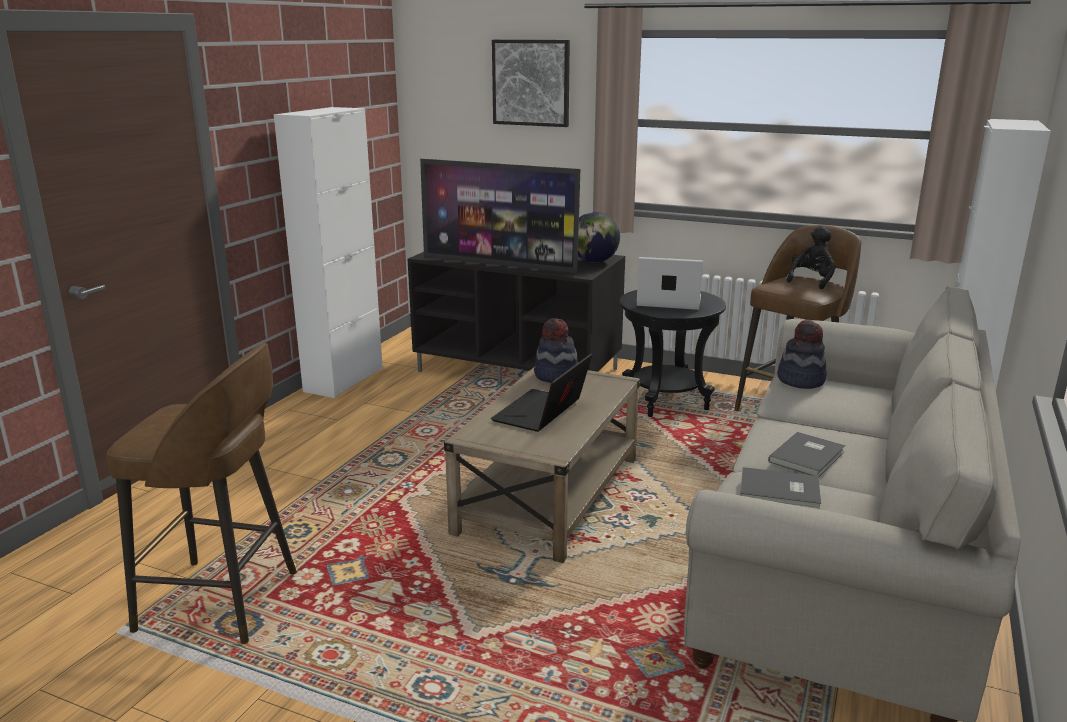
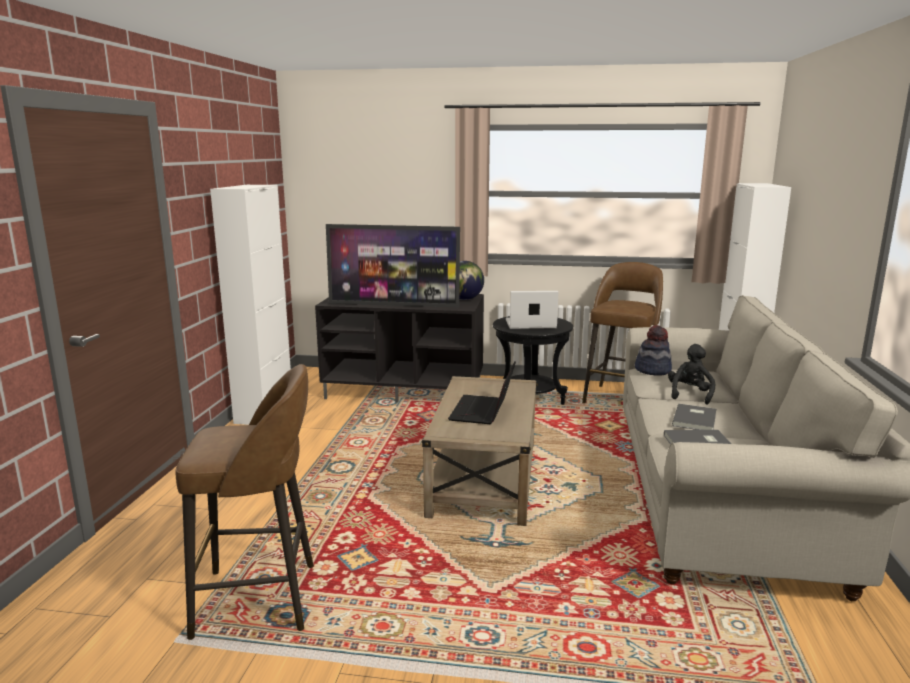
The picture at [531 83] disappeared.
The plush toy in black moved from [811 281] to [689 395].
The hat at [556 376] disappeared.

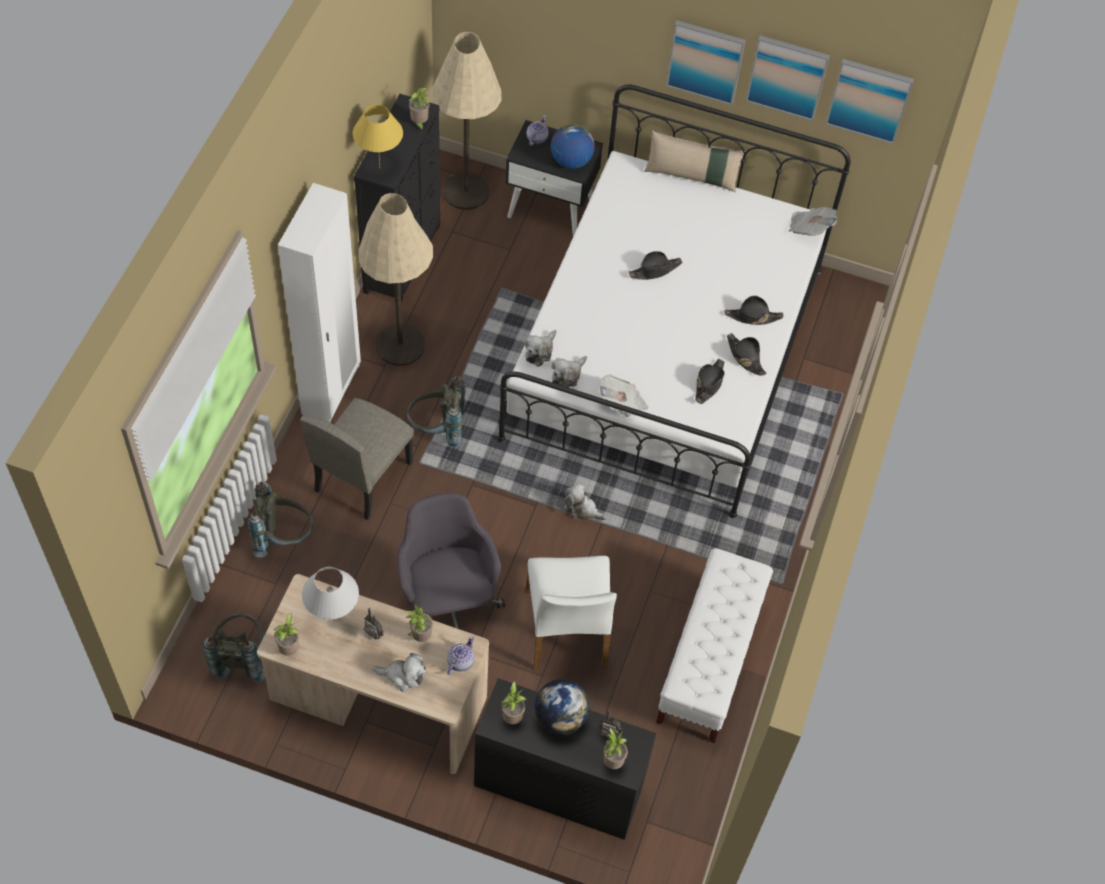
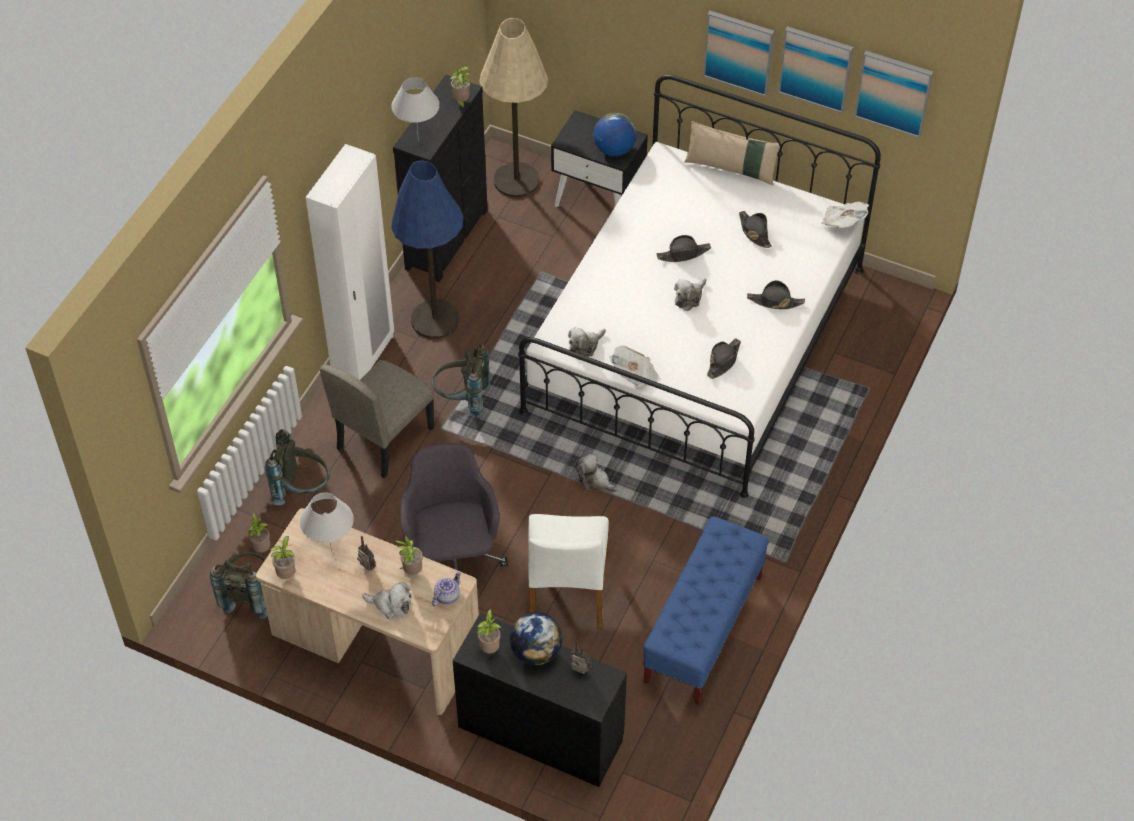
The table lamp in yellow at [379 168] became the table lamp in white at [418 141].
The teapot at [536 138] disappeared.
The floor lamp in beige at [400 345] became the floor lamp in blue at [435 320].
The plush toy moved from [540 351] to [689 297].
The hat in black moved from [745 357] to [754 232].
The bench in white at [709 662] became the bench in blue at [703 630].
The potted plant moved from [612 761] to [262 548].

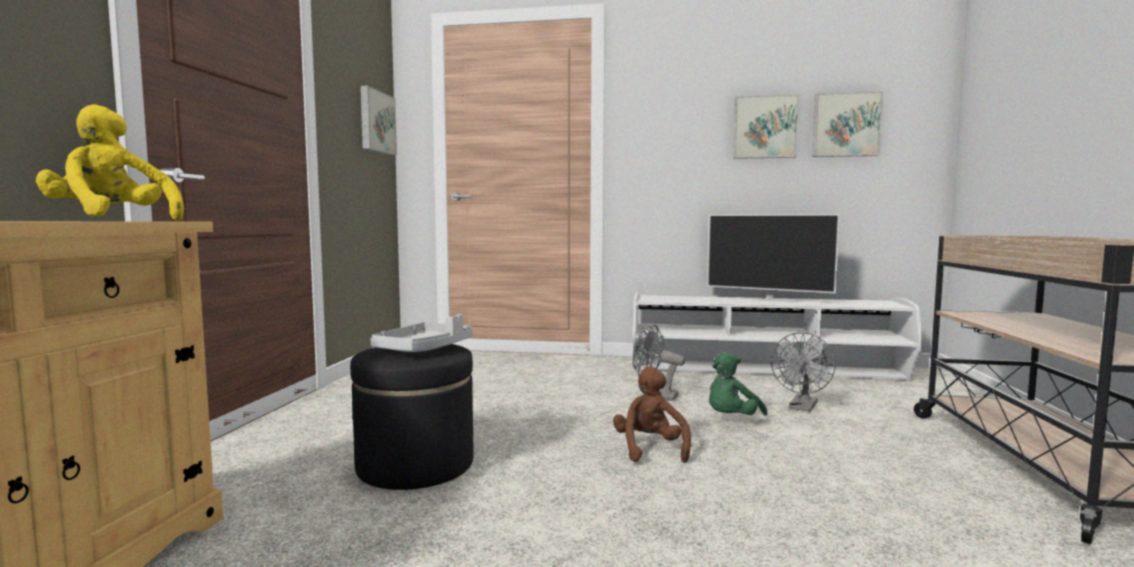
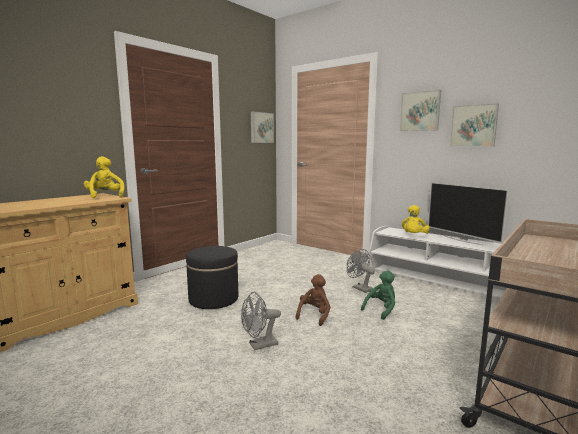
The picture moved from [845 125] to [420 111].
The tray in grey at [424 349] disappeared.
The fan in grey moved from [802 407] to [259 345].
The plush toy in green at [731 419] turned 150 degrees clockwise.
The plush toy in yellow at [414 236] appeared.

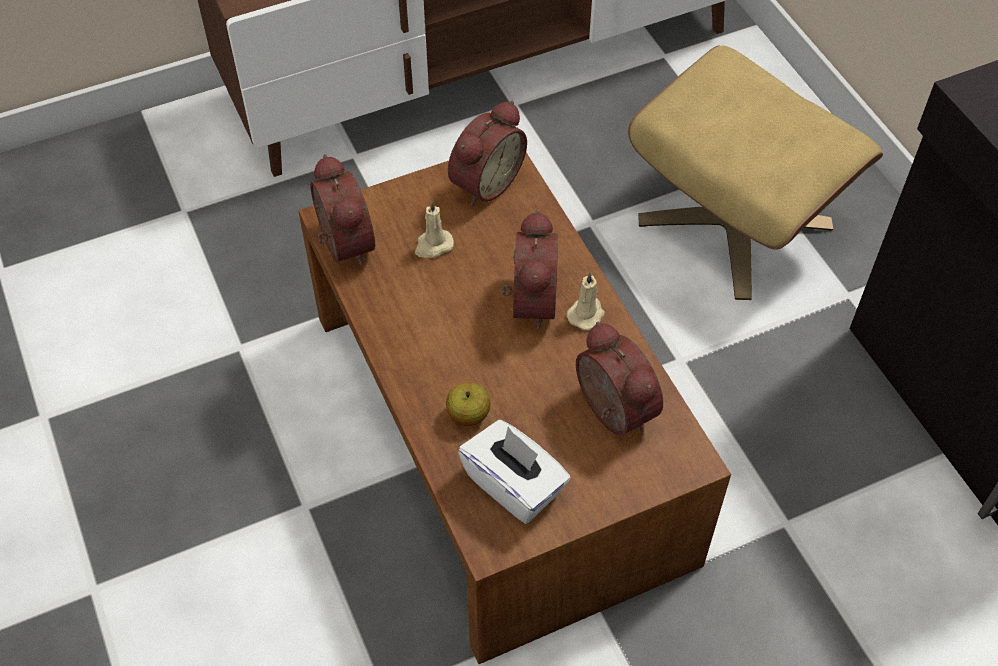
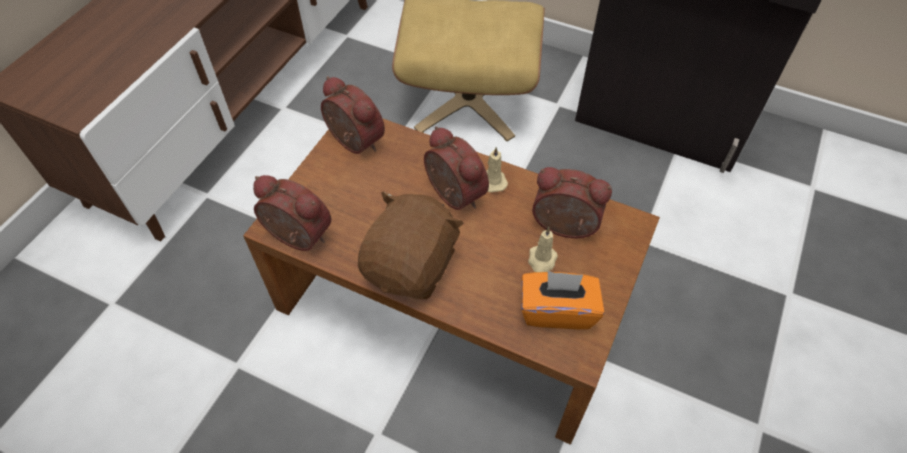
The alarm clock at [483 182] turned 45 degrees counterclockwise.
The candle in beige moved from [433 245] to [541 261].
The apple at [468 415] disappeared.
The tissue box in white at [514 485] became the tissue box in orange at [557 310].
The plush toy in brown at [412 265] appeared.

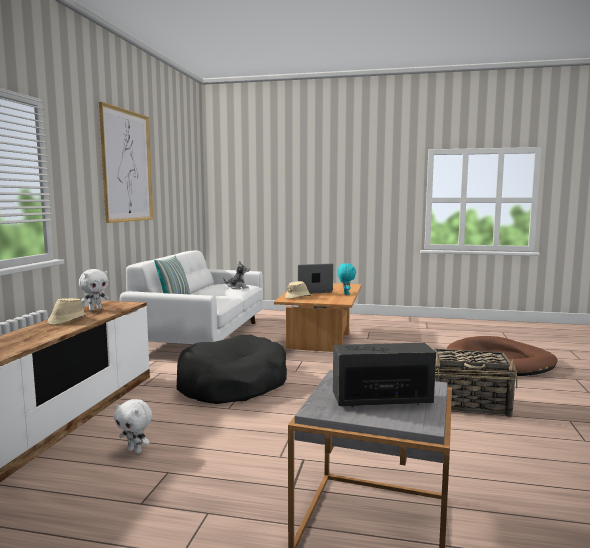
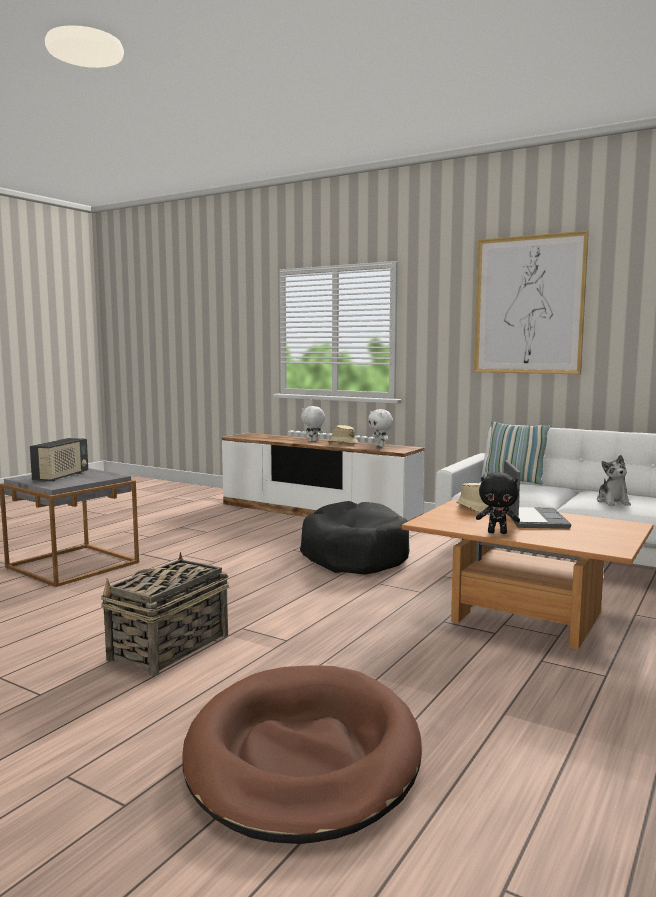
The plush toy in turquoise at [346 294] became the plush toy in black at [497 532].
The plush toy in white moved from [135 451] to [313 441].

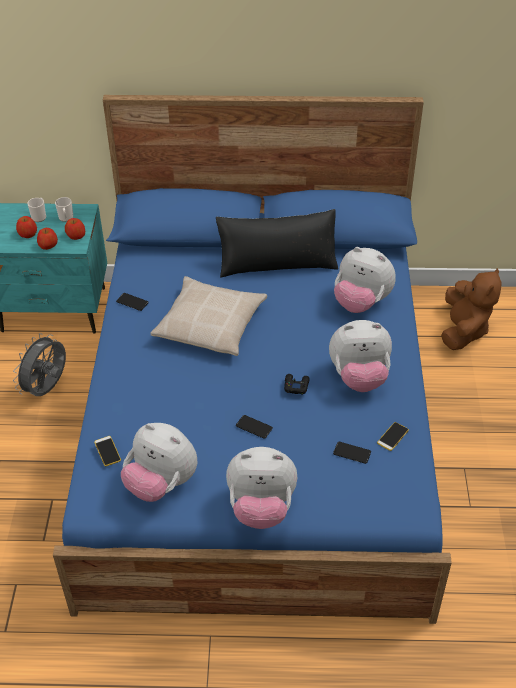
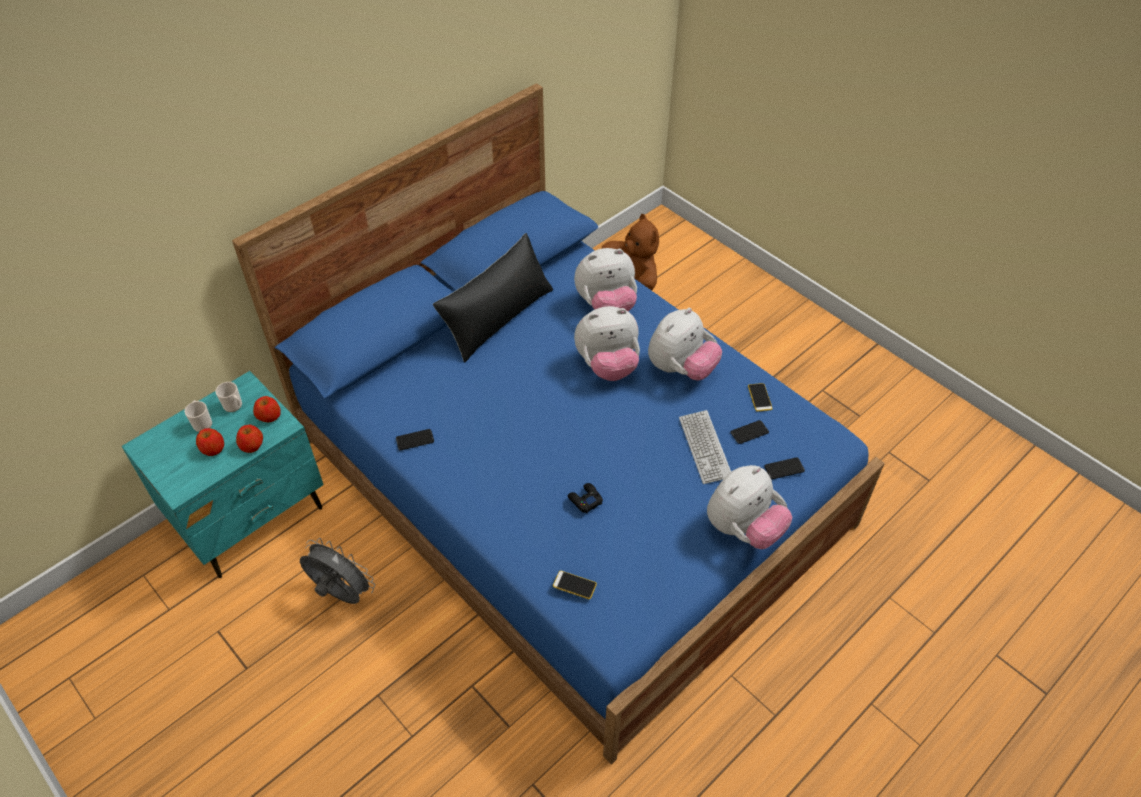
The pillow in beige at [210 324] disappeared.
The fan in grey at [48 389] turned 135 degrees clockwise.
The game controller in black moved from [296 386] to [585 500].
The phone moved from [254 427] to [784 469].
The plush toy moved from [161 483] to [607 365].
The keyboard at [704 447] appeared.

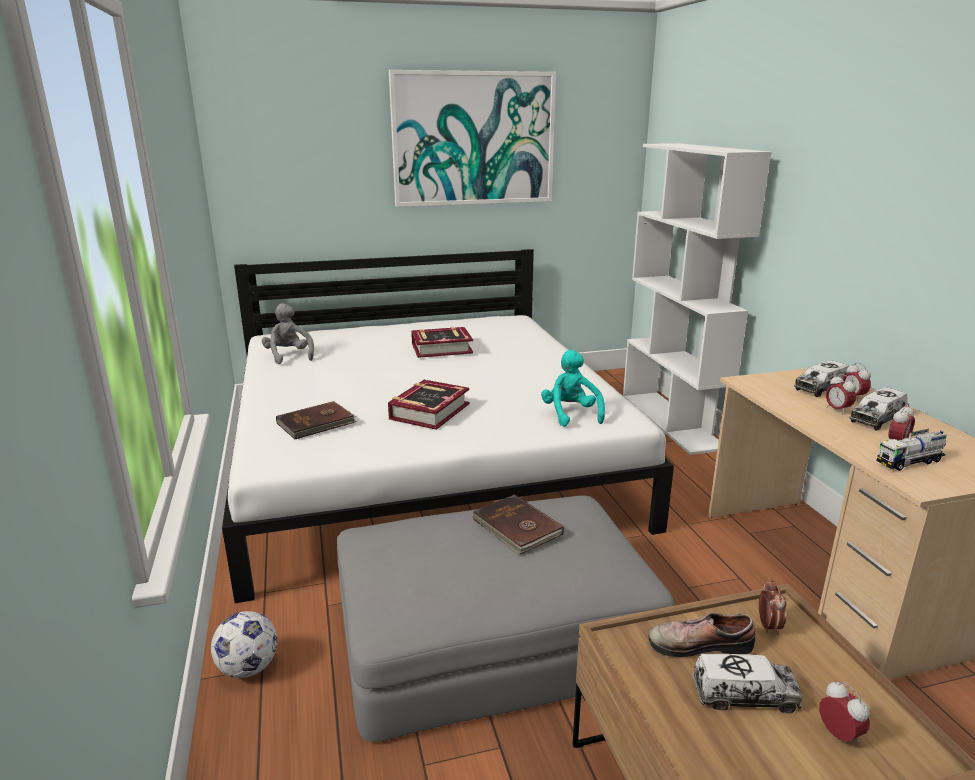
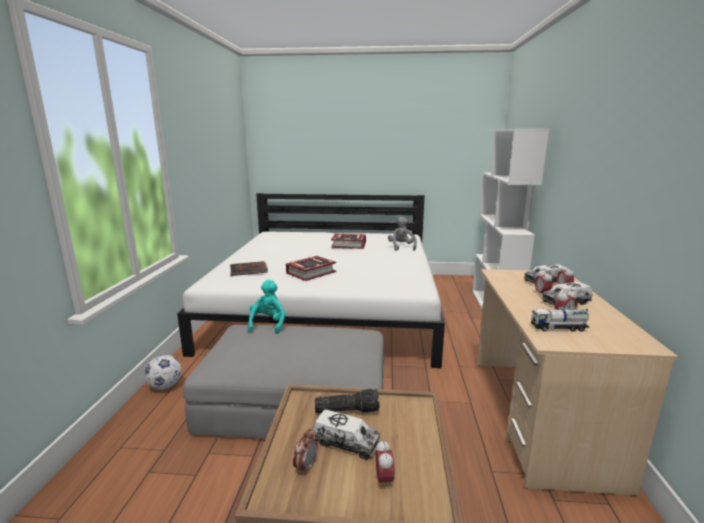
The picture at [473 139] disappeared.
The plush toy in grey moved from [289 356] to [401 247].
The plush toy in turquoise moved from [571 414] to [268 324].
The book in brown at [516 528] disappeared.
The alarm clock moved from [768 626] to [306 467].
The shoe at [698 643] was replaced by the flashlight at [347 410].

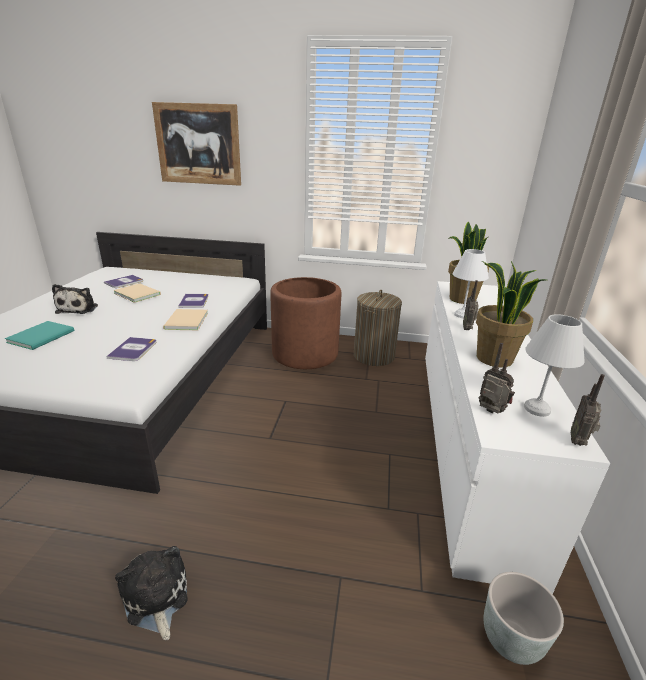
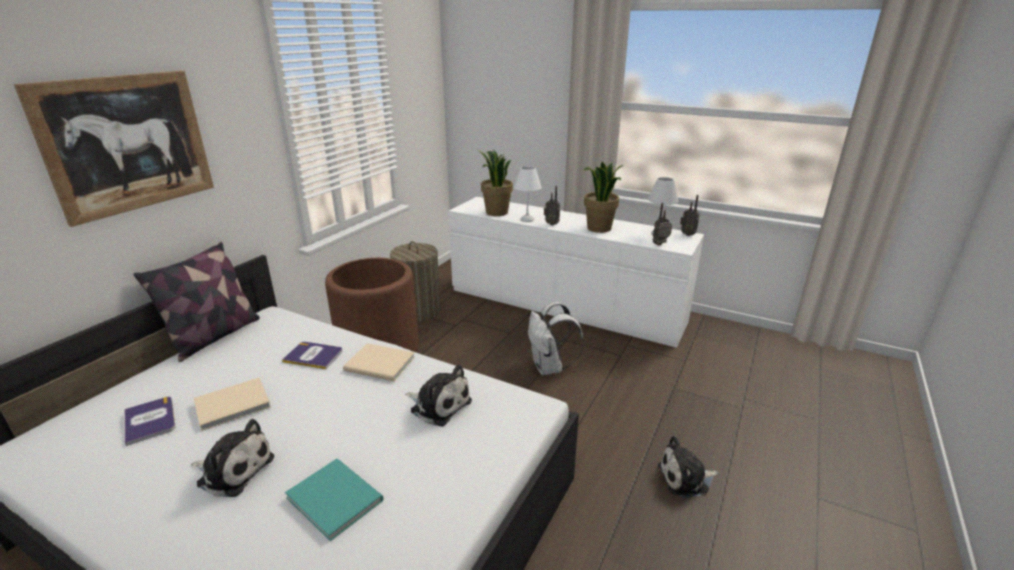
The book at [133 350] was replaced by the plush toy at [438 405].
The planter in grey at [511 640] disappeared.
The pillow at [214 336] appeared.
The backpack in white at [549 368] appeared.

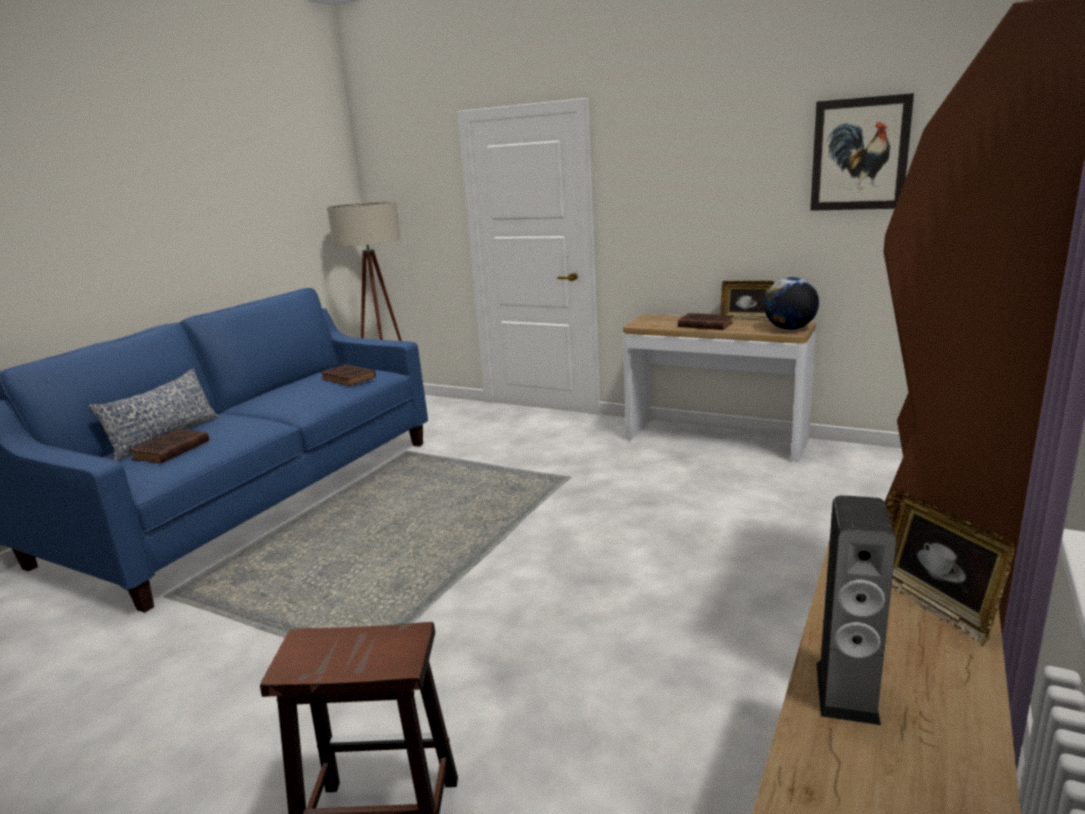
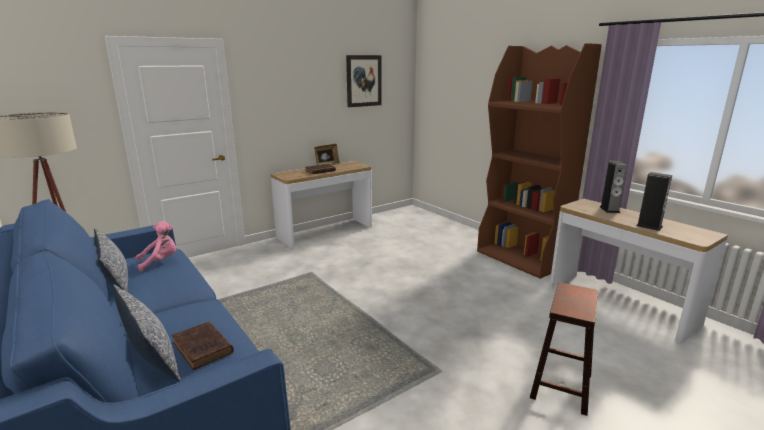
The globe at [789 329] disappeared.
The book in brown at [349 378] was replaced by the plush toy in pink at [160 262].
The picture frame at [932 605] was replaced by the speaker at [609 209].
The pillow at [115 279] appeared.

